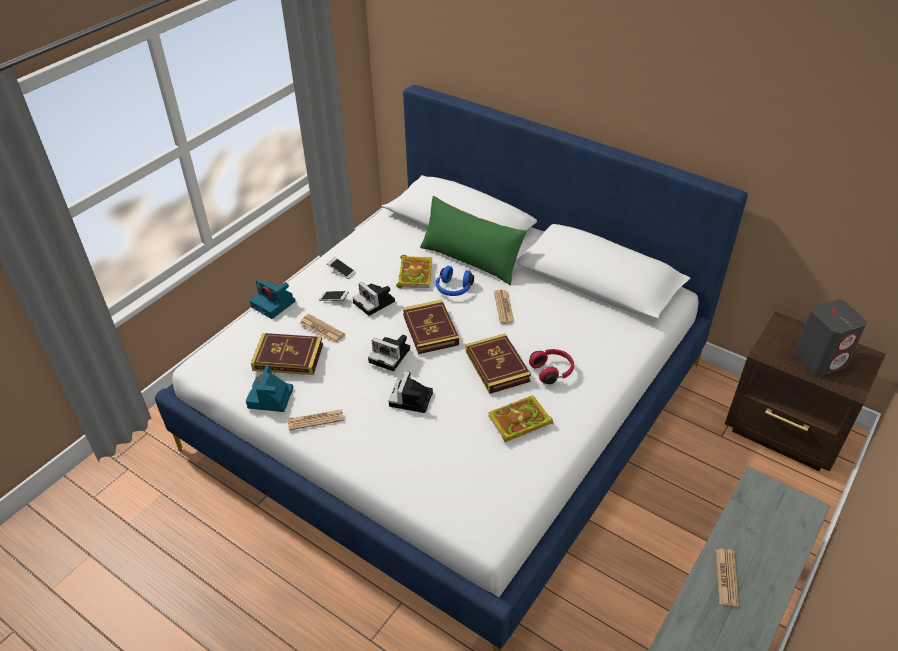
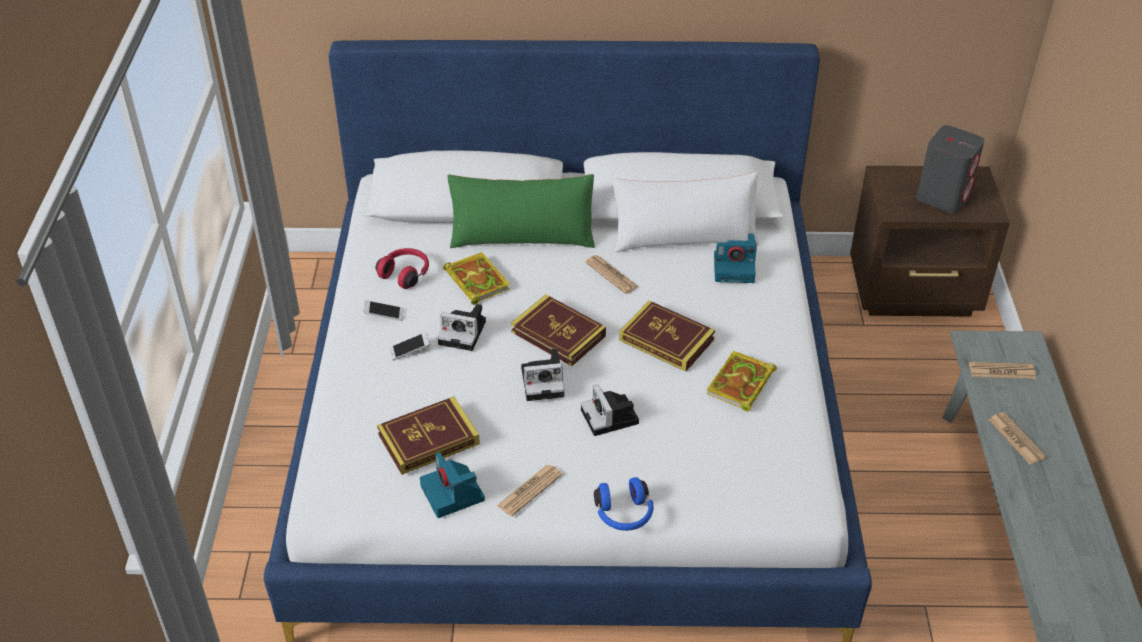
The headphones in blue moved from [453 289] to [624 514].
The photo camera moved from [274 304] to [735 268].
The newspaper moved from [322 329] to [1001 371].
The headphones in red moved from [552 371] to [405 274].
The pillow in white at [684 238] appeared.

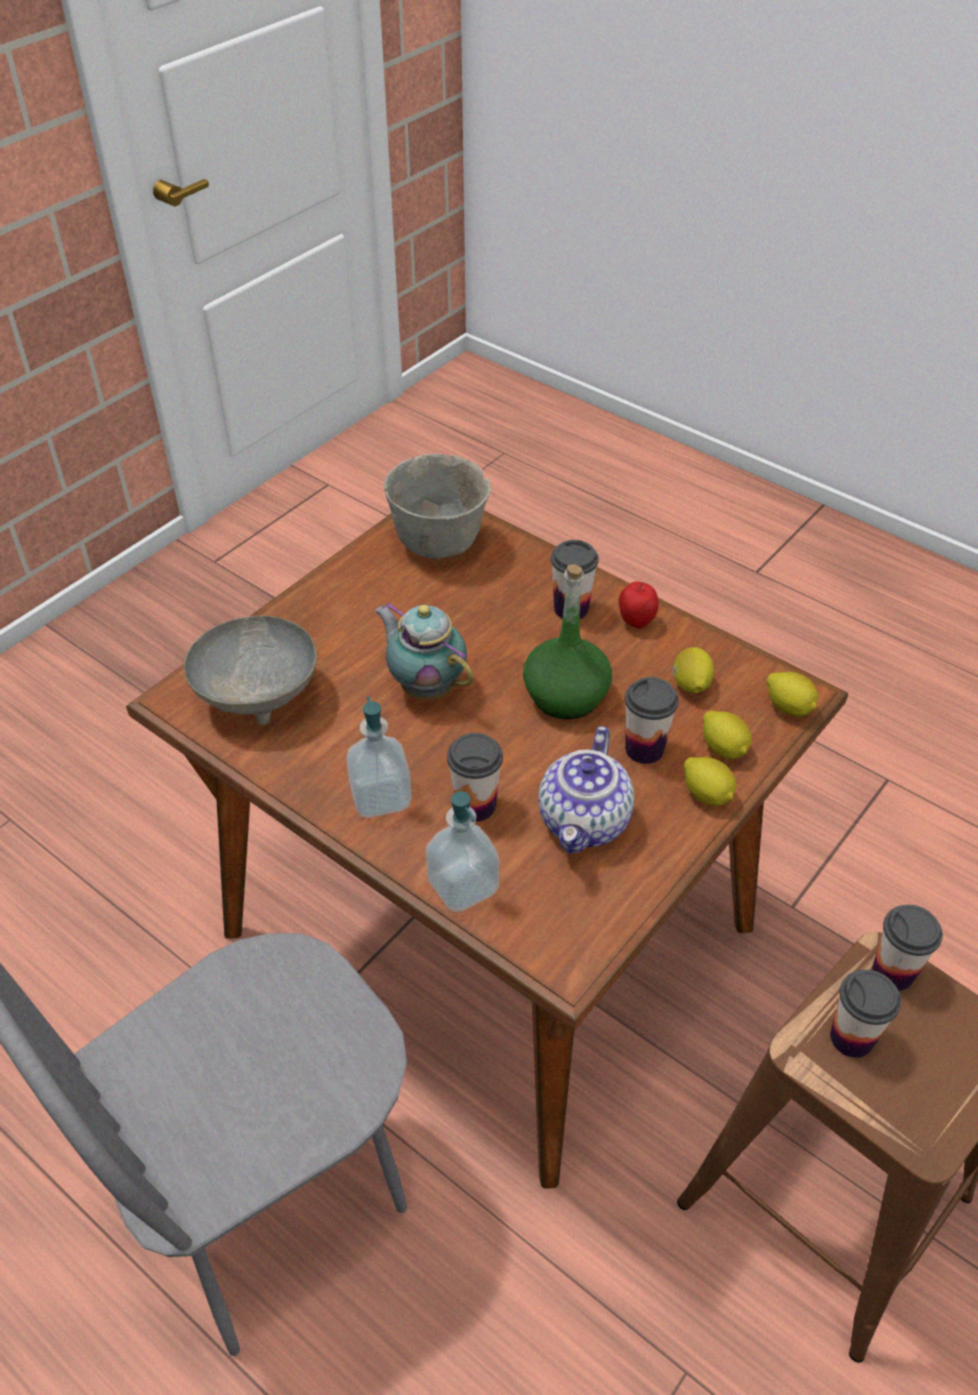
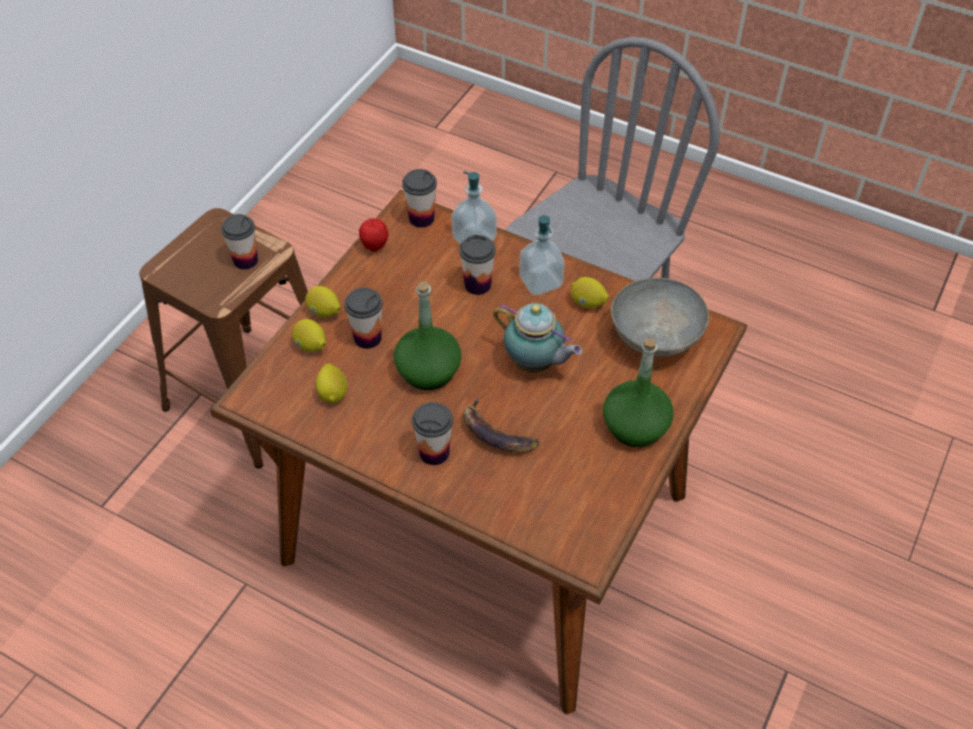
The bowl in grey at [441 544] disappeared.
The apple moved from [636 622] to [375 247].
The lemon moved from [789 707] to [587 303].
The teapot at [585 822] disappeared.
The cup moved from [893 972] to [421 218].
The bottle in green at [635 426] appeared.
The banana at [496 433] appeared.

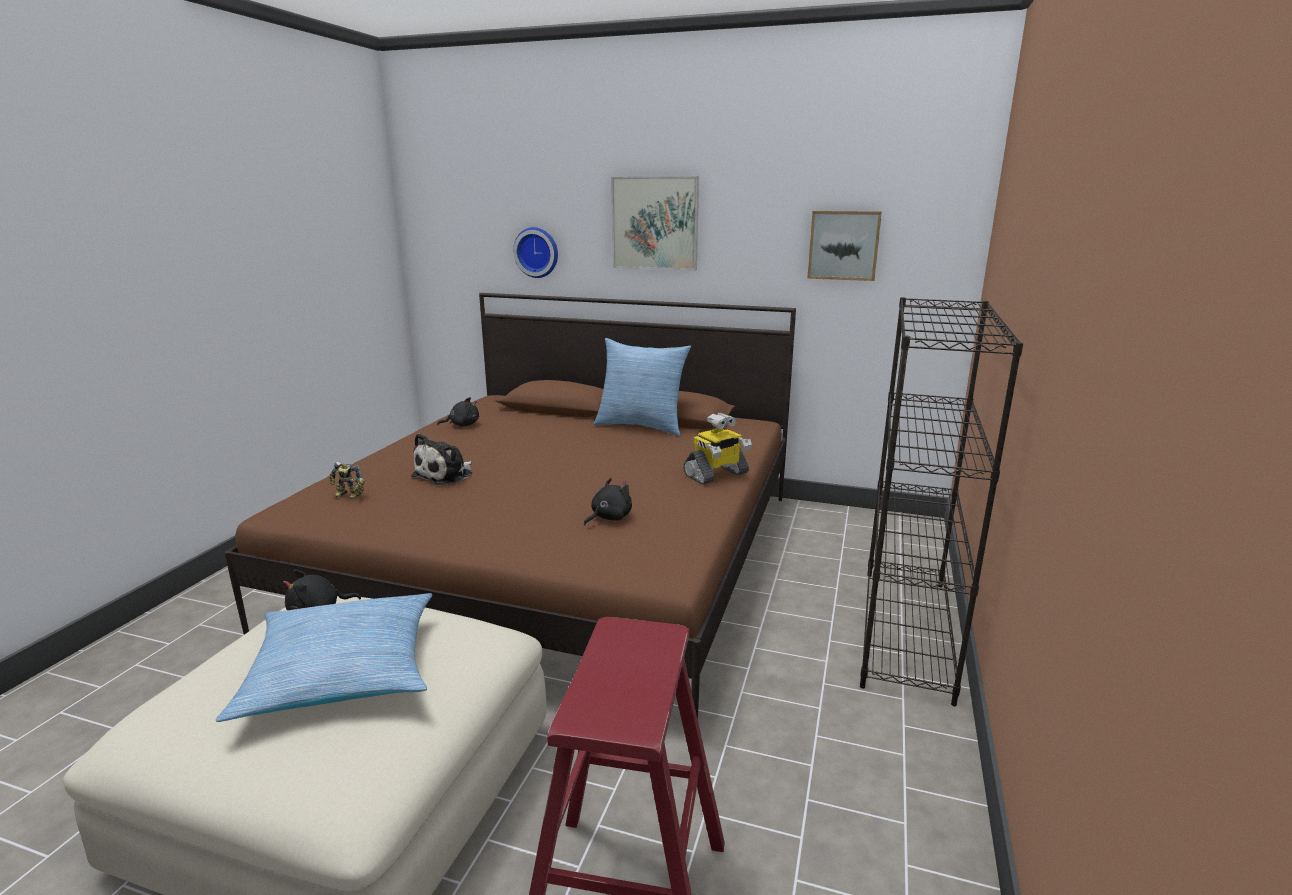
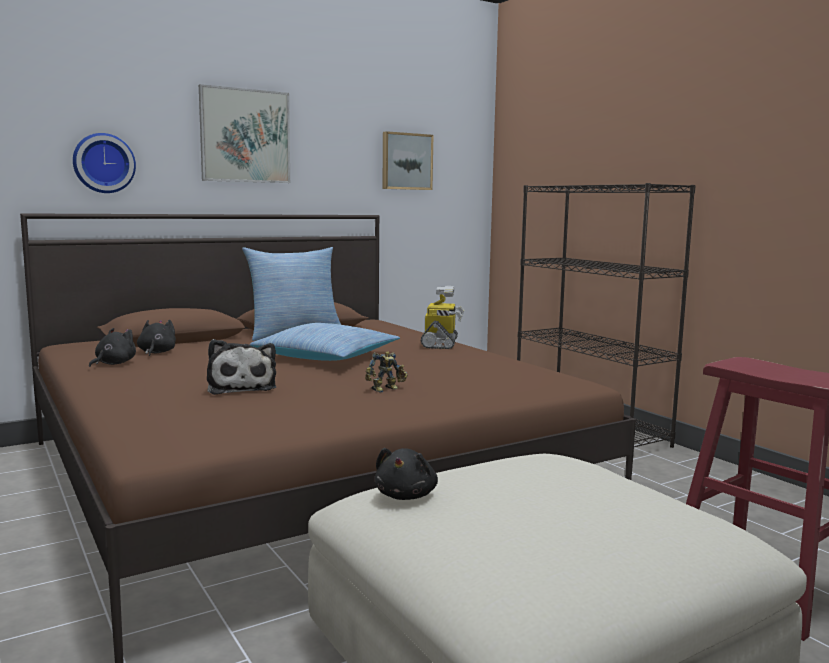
The toy robot moved from [347 496] to [386 389].
The plush toy in black moved from [609 518] to [156 352].
The pillow moved from [342 670] to [327 357].

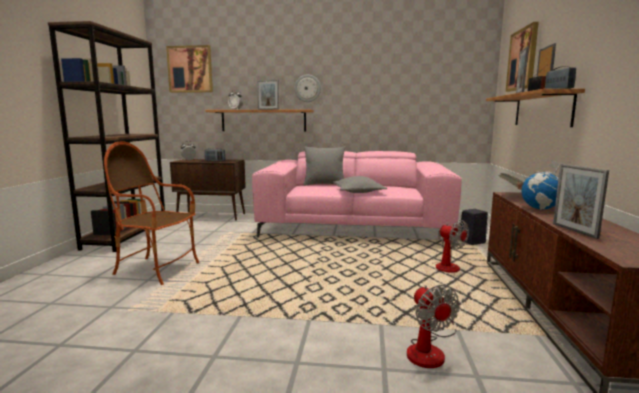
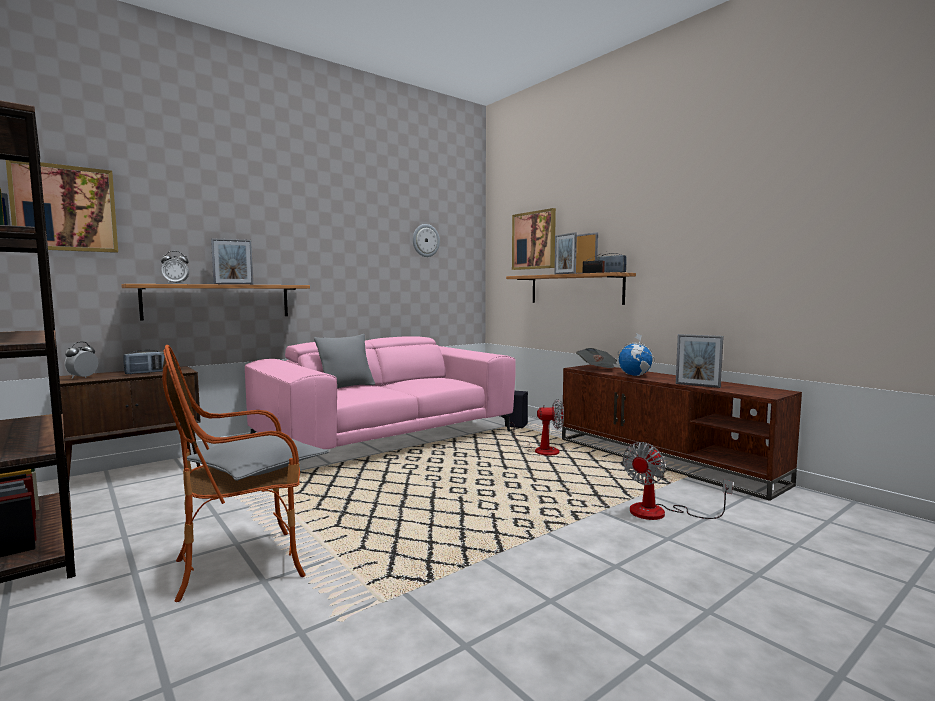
The wall clock moved from [307 88] to [425 240].
The pillow in grey moved from [358 192] to [258 469].
The fan at [430 349] turned 105 degrees clockwise.

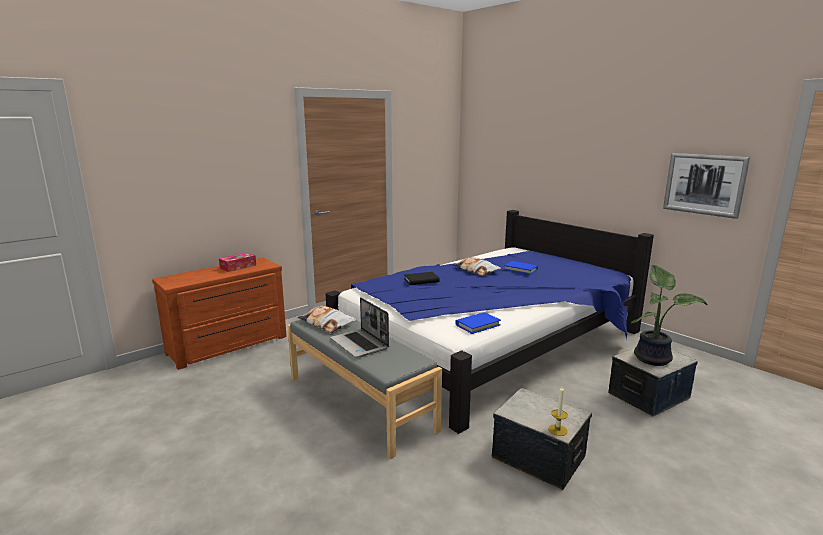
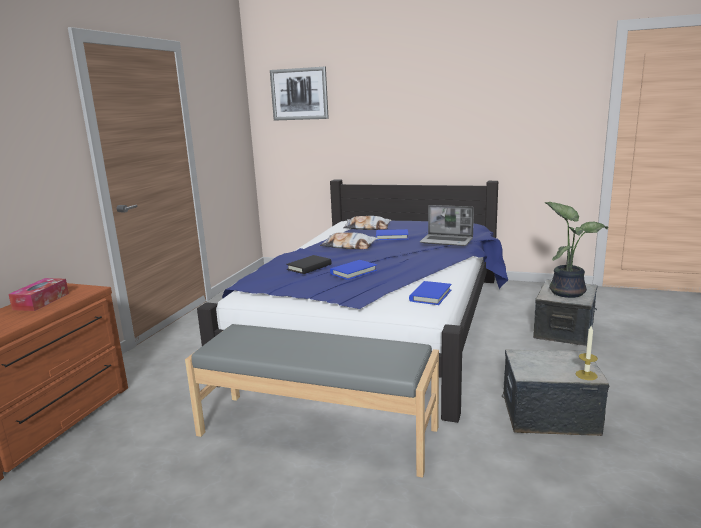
The picture moved from [704 184] to [299 94].
The laptop moved from [360 344] to [447 241].
The pillow moved from [327 323] to [367 228].
The book in blue at [353 272] appeared.

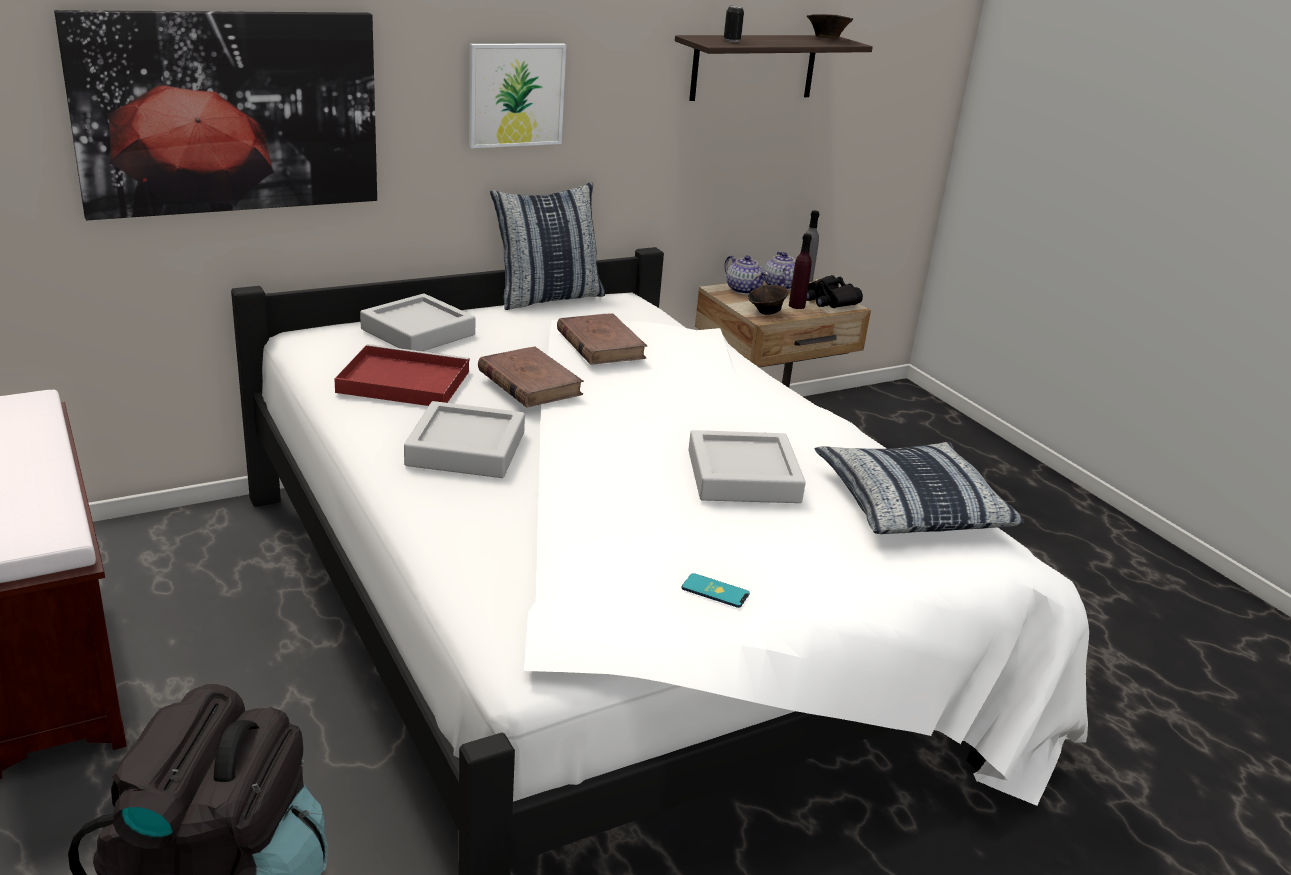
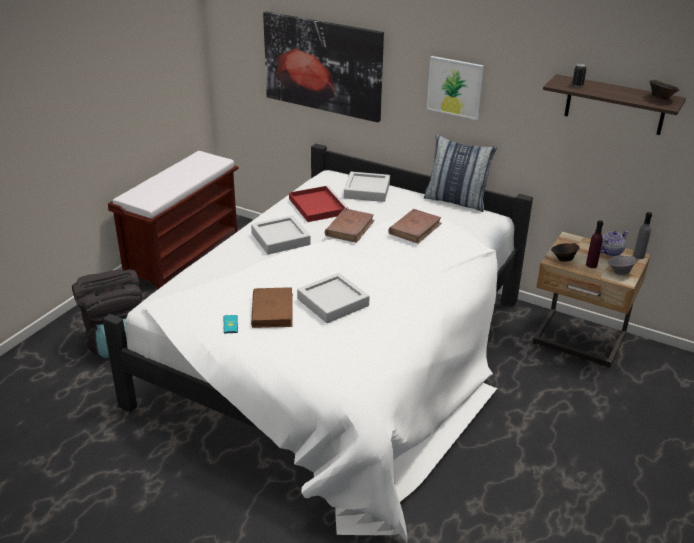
The teapot at [743 290] disappeared.
The binoculars in black at [829 301] was replaced by the bowl in grey at [619 272].
The pillow at [910 505] disappeared.
The book in brown at [272 310] appeared.

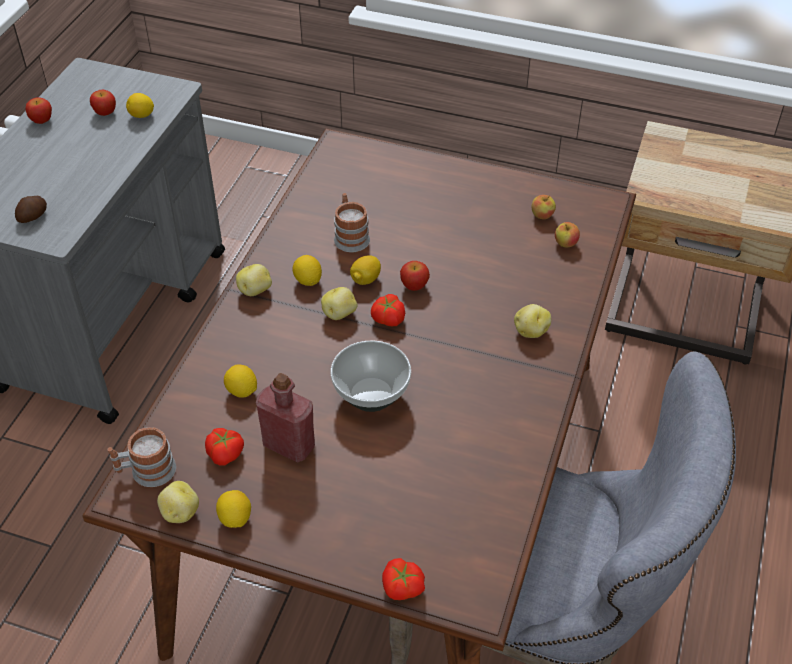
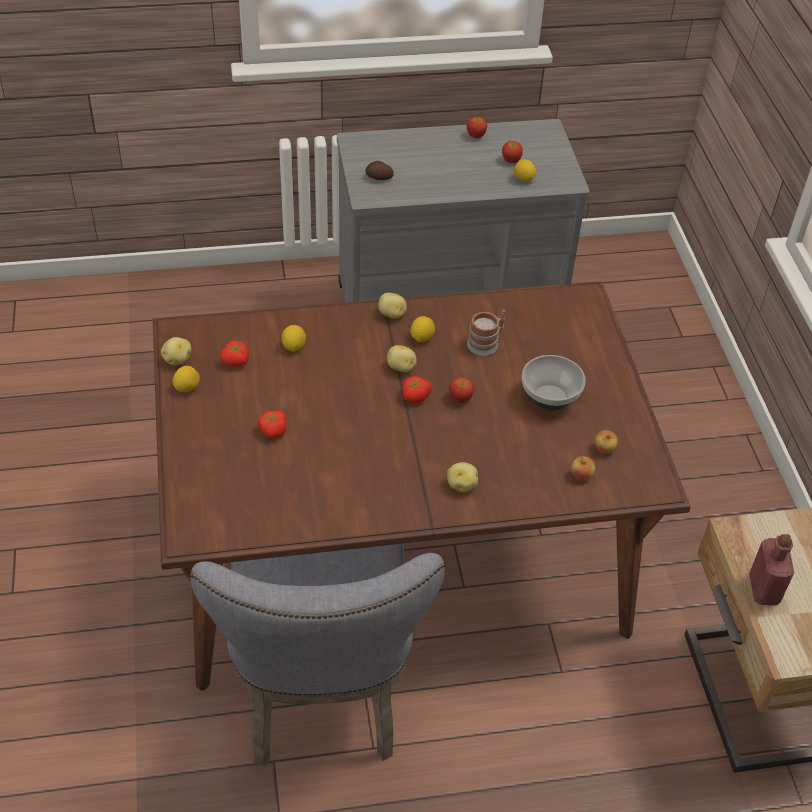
The lemon at [365 279] disappeared.
The bowl moved from [370 395] to [549 397].
The bottle in red moved from [289 445] to [763 589].
The mug at [146 471] disappeared.
The tomato moved from [402 588] to [272 431].

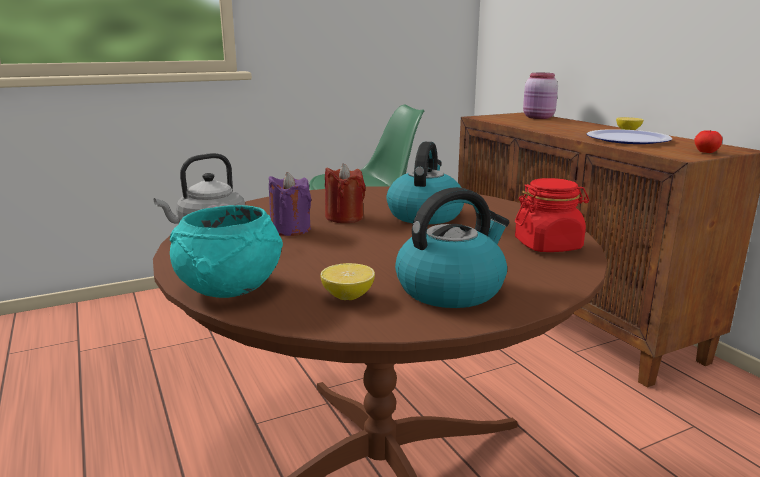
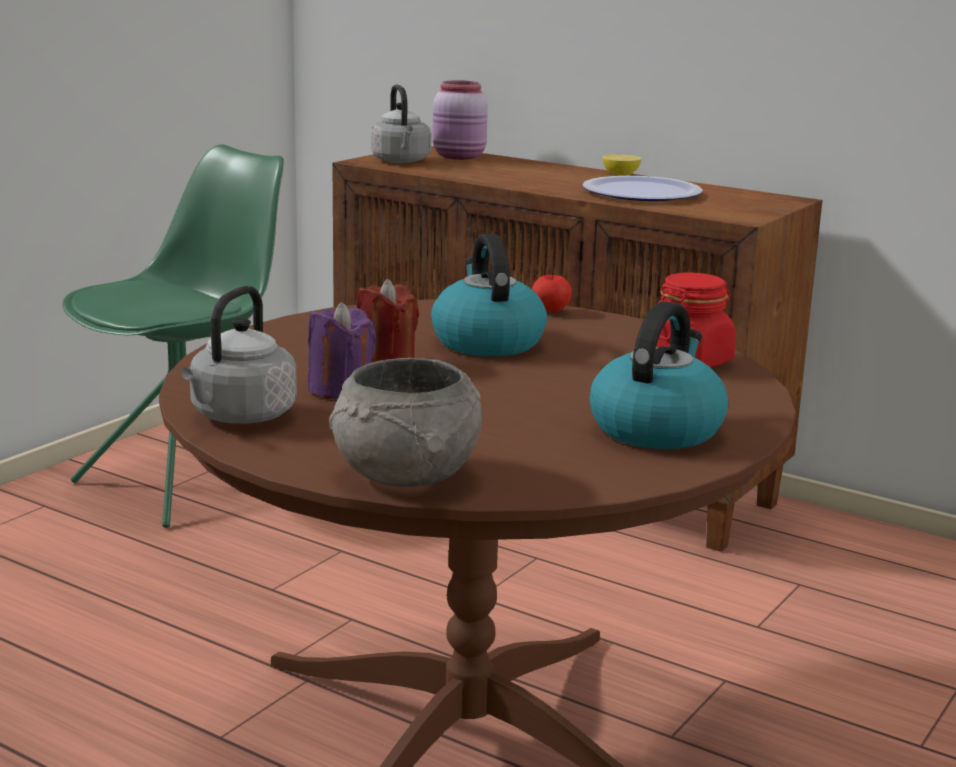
The apple moved from [705 152] to [550 311].
The bowl in turquoise at [229 289] became the bowl in grey at [407 476].
The lemon at [348 296] disappeared.
The kettle in grey at [401 161] appeared.

